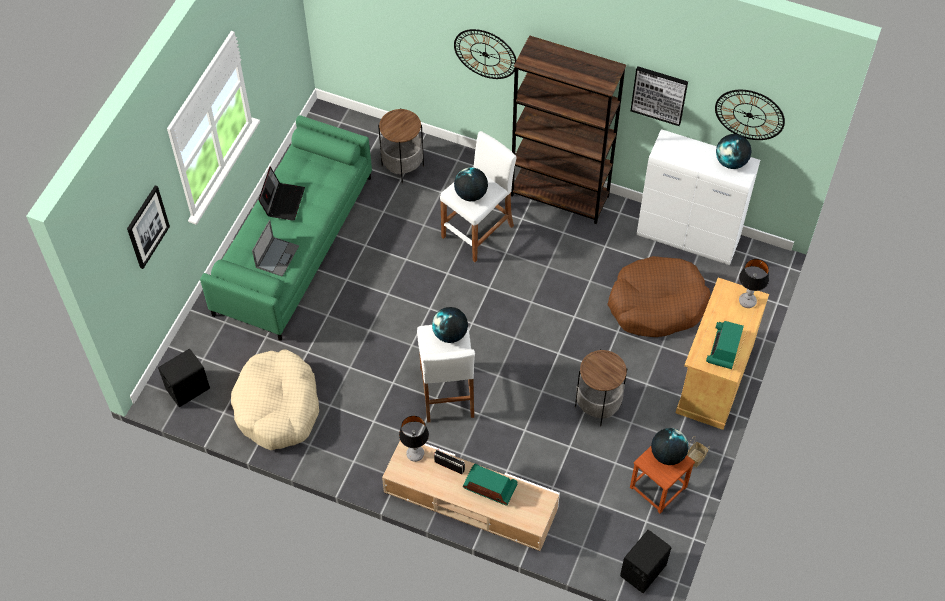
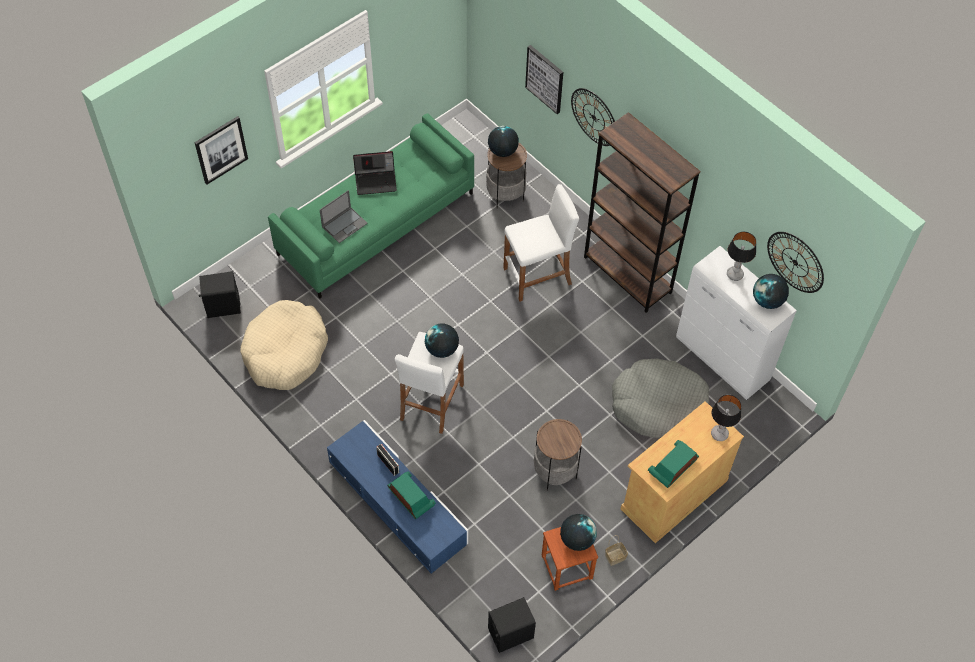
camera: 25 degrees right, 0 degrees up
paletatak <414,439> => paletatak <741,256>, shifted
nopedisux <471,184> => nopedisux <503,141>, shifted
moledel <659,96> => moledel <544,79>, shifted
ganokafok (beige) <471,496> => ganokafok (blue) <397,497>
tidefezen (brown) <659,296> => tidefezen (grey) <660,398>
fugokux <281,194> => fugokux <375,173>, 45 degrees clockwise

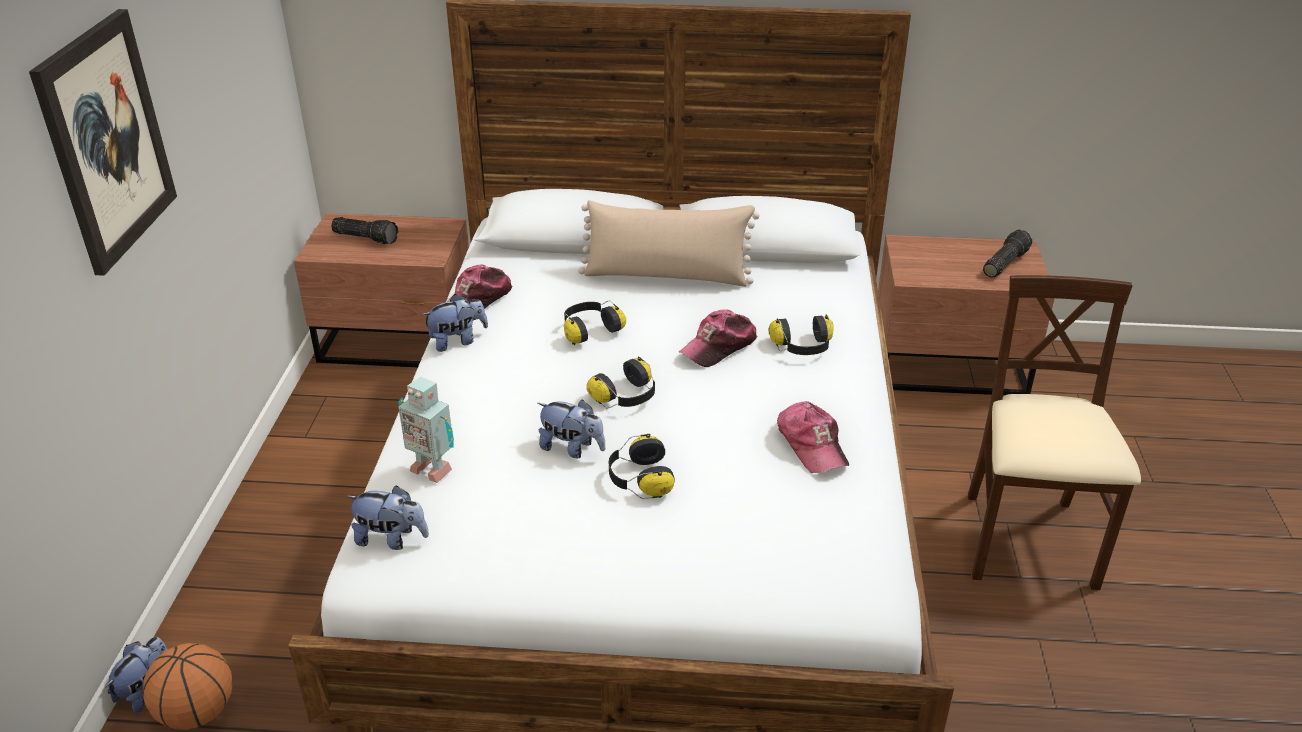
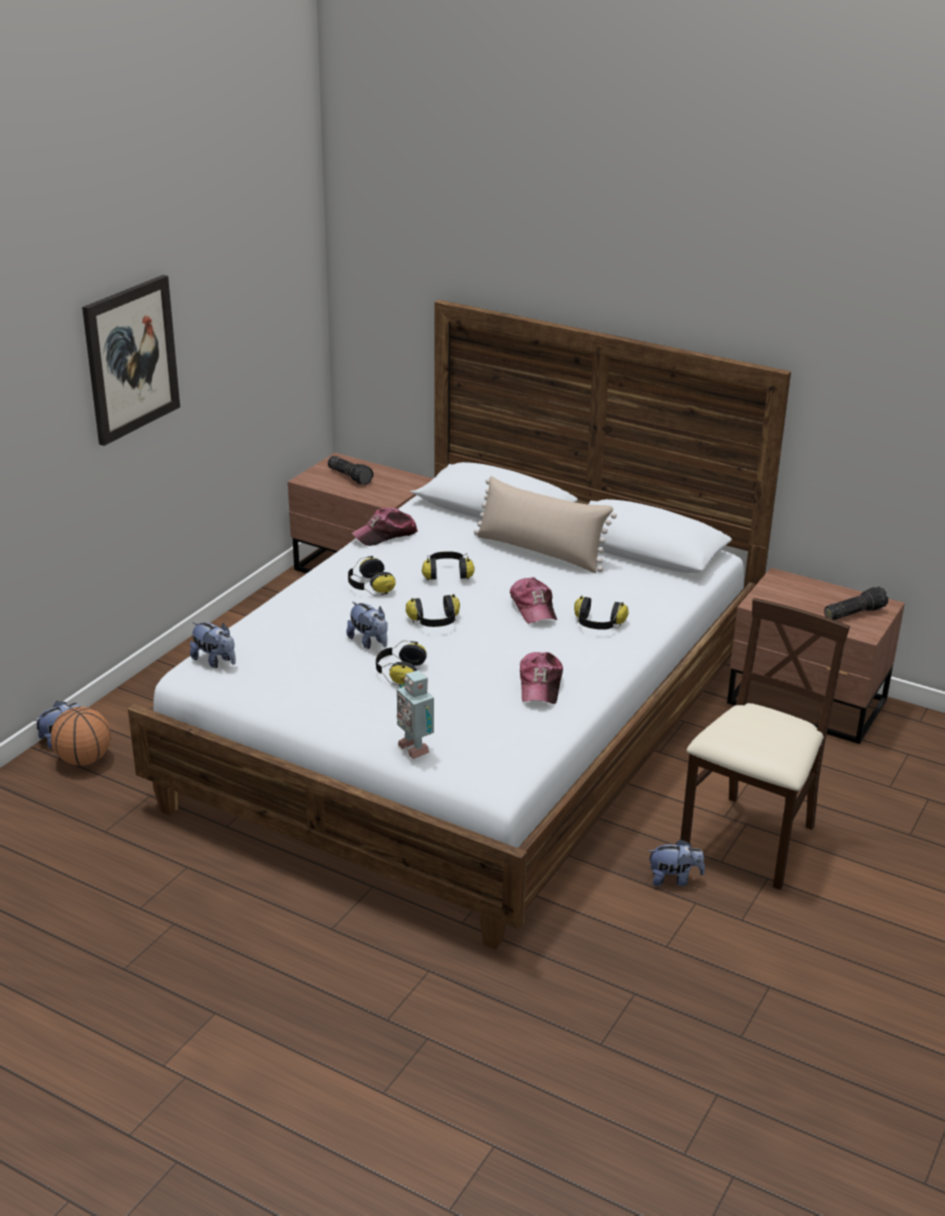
camera: 25 degrees right, 5 degrees down
nothing => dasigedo <372,576>
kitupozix <426,430> => kitupozix <415,714>, shifted
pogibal <455,323> => pogibal <676,862>, shifted
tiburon <718,338> => tiburon <533,600>, 90 degrees counterclockwise

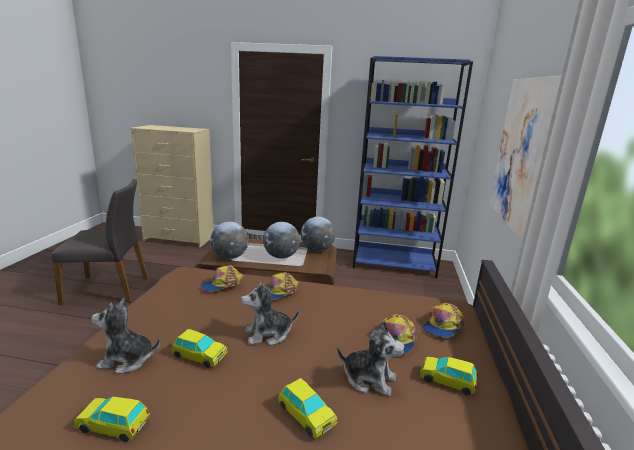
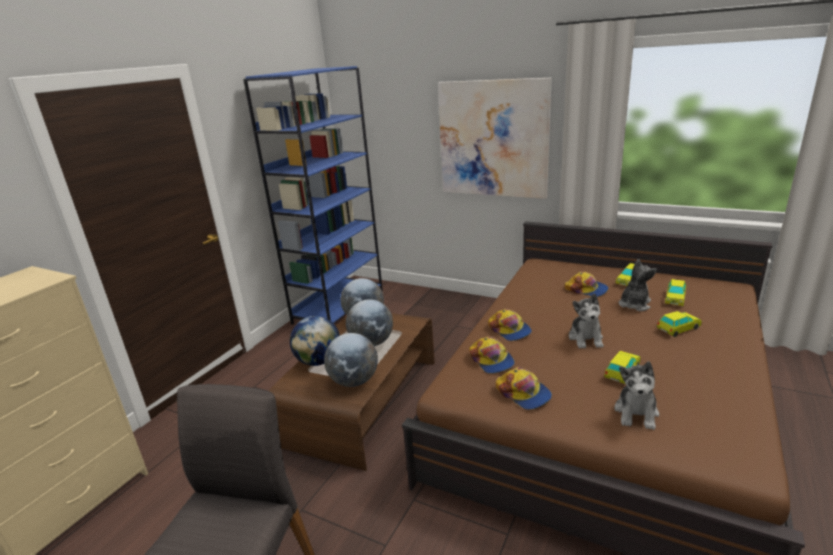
camera: 70 degrees left, 5 degrees up
nothing => nopedisux <315,341>
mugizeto <112,419> => mugizeto <675,292>, shifted
tiburon <443,320> => tiburon <524,388>, shifted

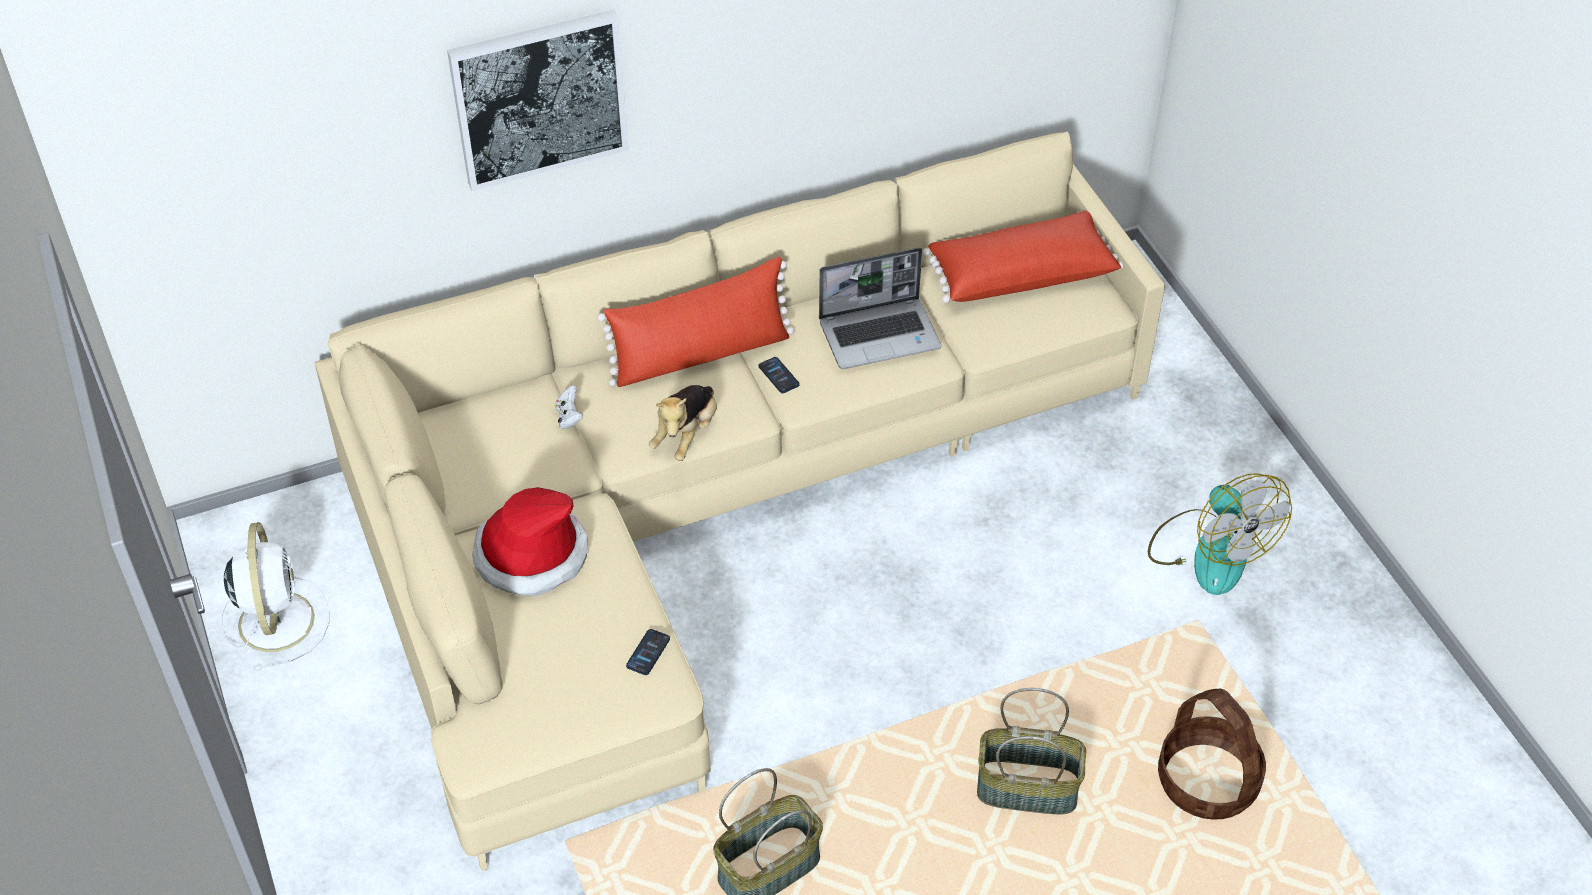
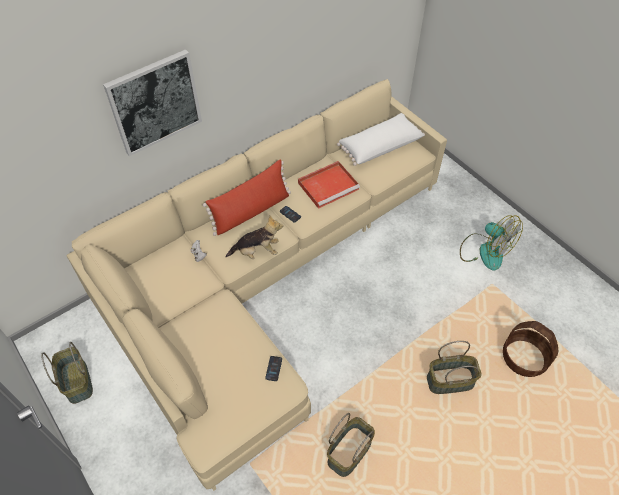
camera: 15 degrees left, 5 degrees up
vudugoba <530,541> => nothing
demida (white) <275,596> => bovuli <67,373>
fugokux <880,308> => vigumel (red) <329,185>
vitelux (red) <1023,257> => vitelux (white) <381,139>
pogibal <683,423> => pogibal <254,237>, 105 degrees counterclockwise

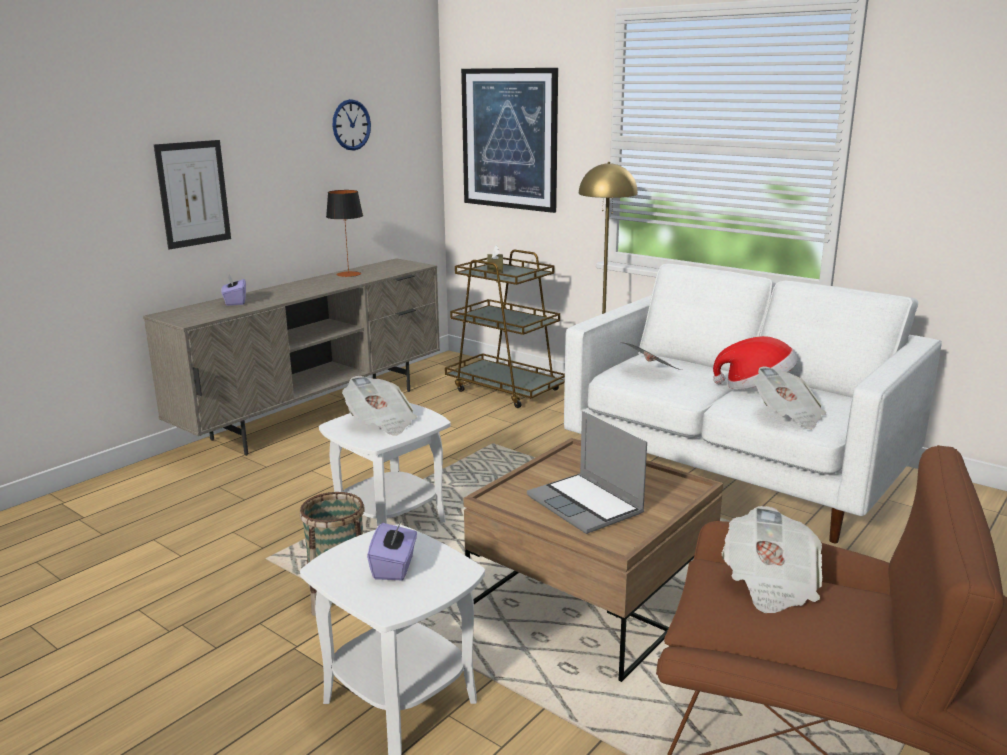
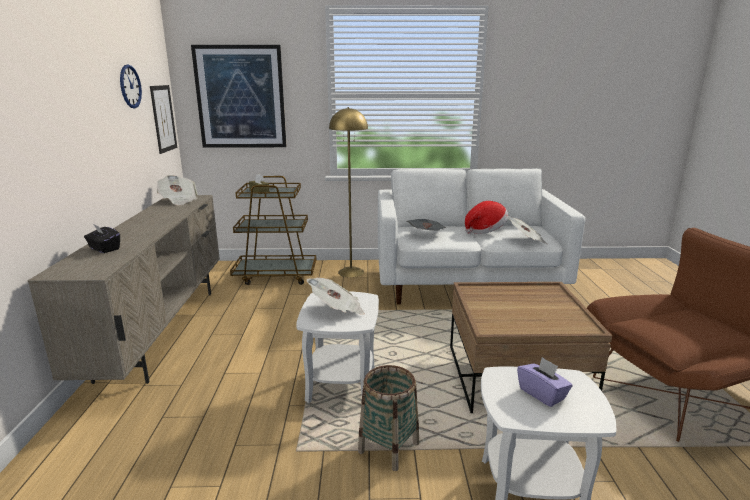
camera: 40 degrees left, 0 degrees up
paletatak <344,233> => nothing
fugokux <587,472> => nothing
moledel <192,195> => moledel <163,119>, shifted
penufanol <772,559> => penufanol <177,190>, shifted
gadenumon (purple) <233,290> => gadenumon (black) <102,238>

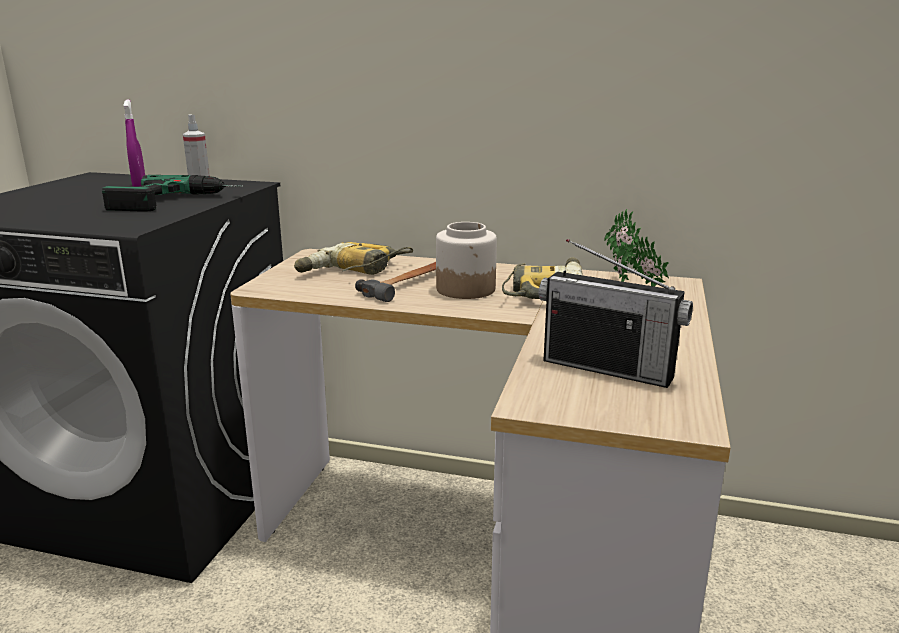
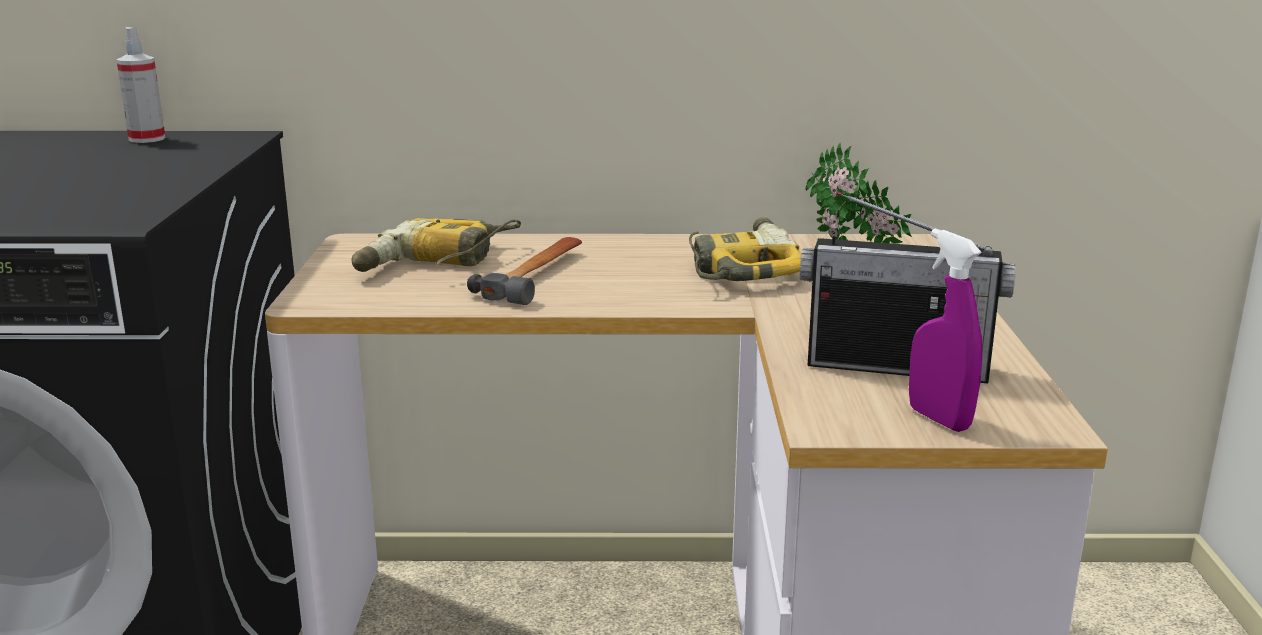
camera: 15 degrees left, 0 degrees up
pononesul <172,193> => nothing
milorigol <466,260> => nothing
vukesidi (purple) <134,142> => vukesidi (purple) <945,330>, shifted

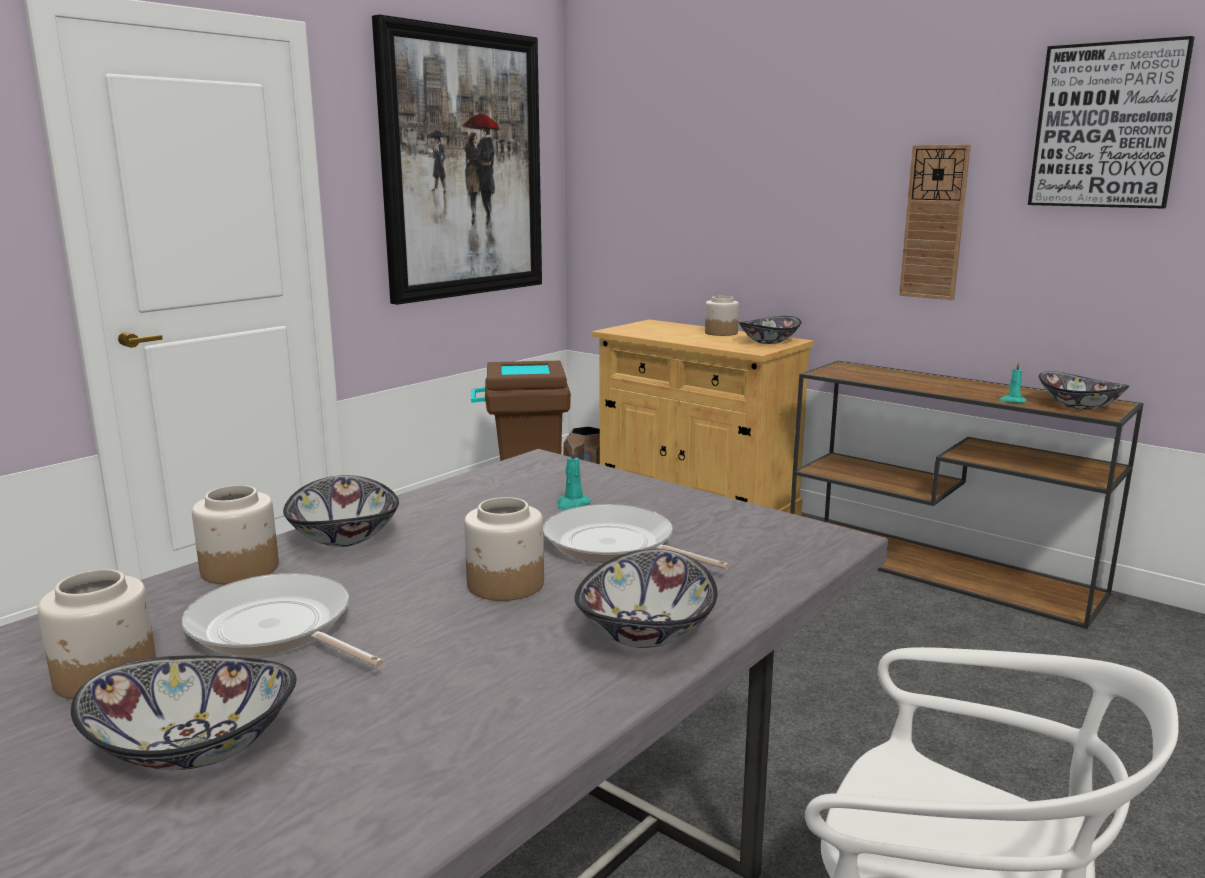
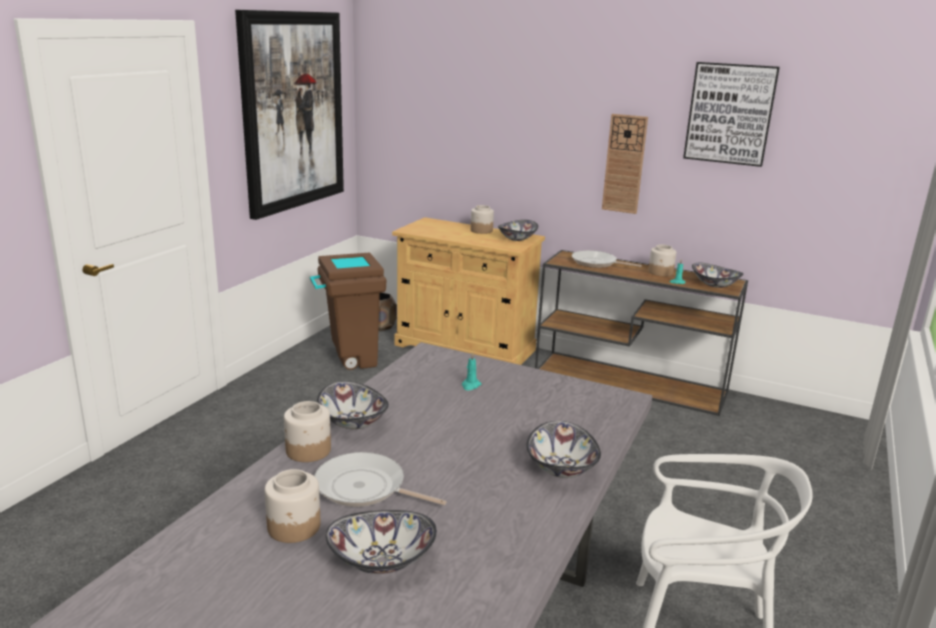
camera: 15 degrees left, 5 degrees up
milorigol <504,549> => milorigol <662,260>, shifted
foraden <636,536> => foraden <606,259>, shifted

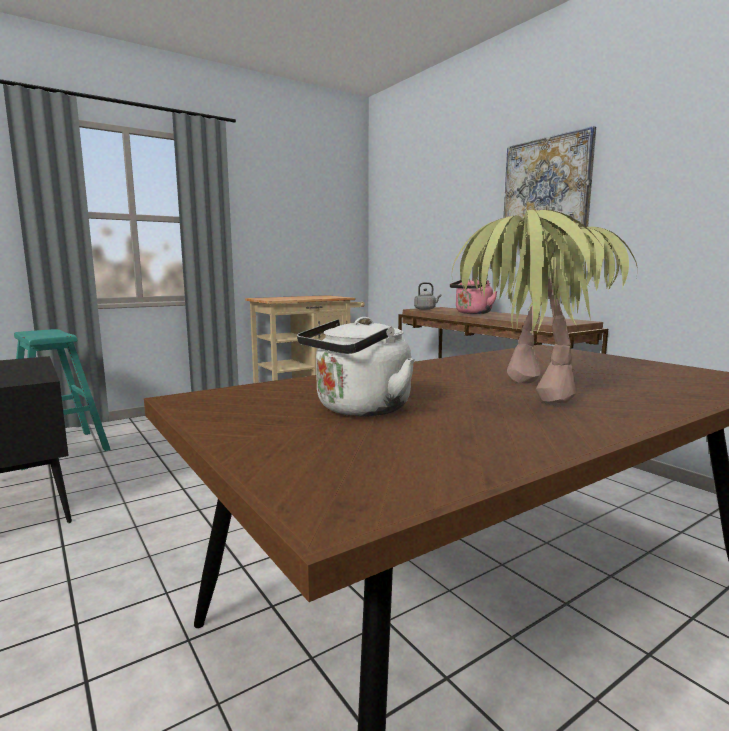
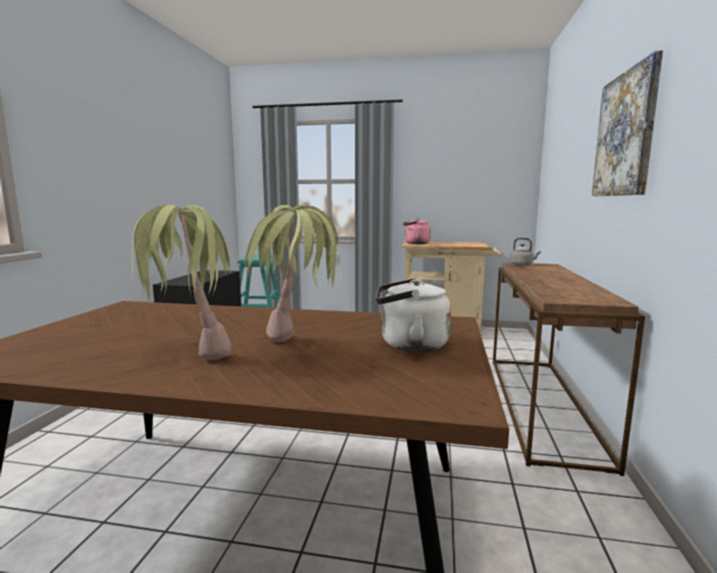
camera: 45 degrees right, 0 degrees up
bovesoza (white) <356,366> => bovesoza (white) <413,315>, shifted
bovesoza (pink) <474,296> => bovesoza (pink) <417,231>, shifted

